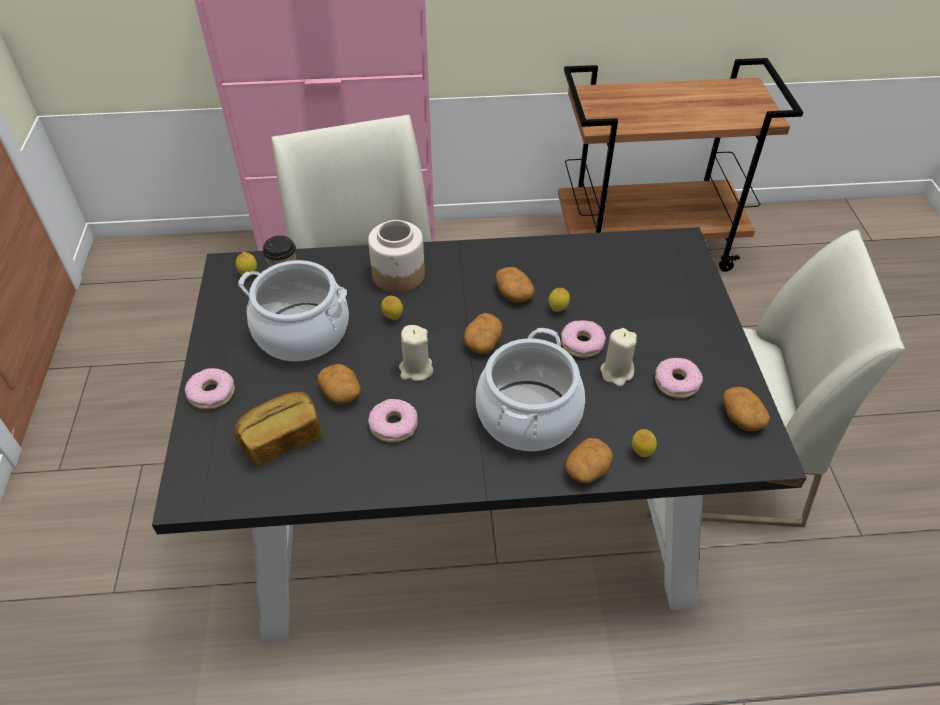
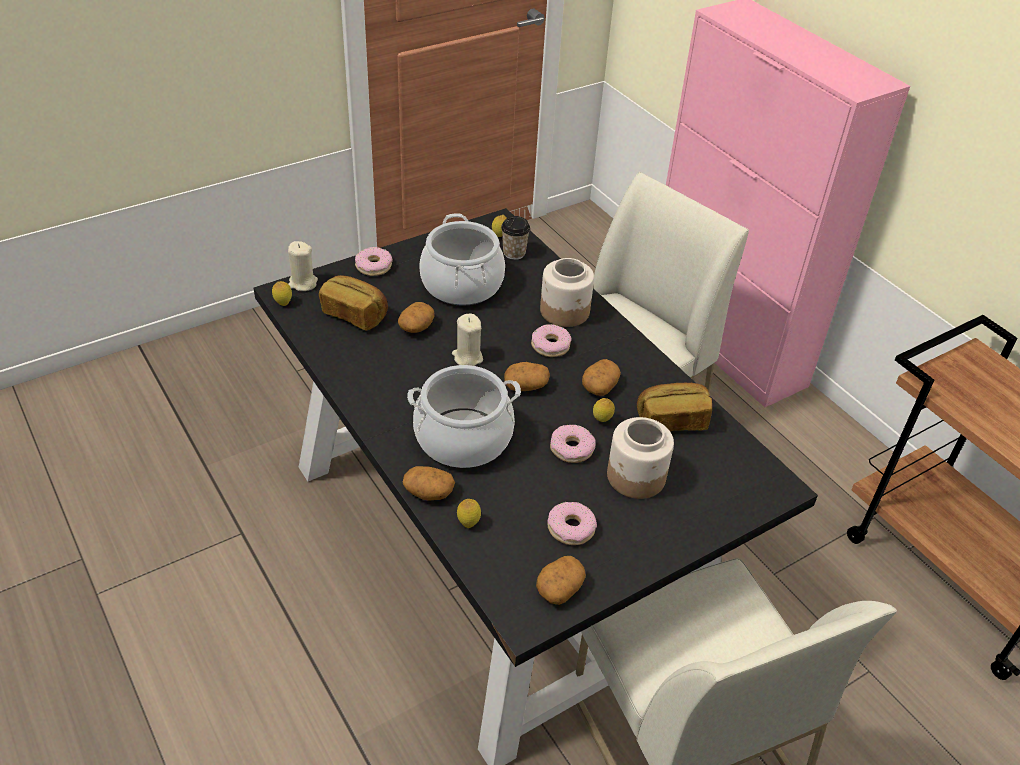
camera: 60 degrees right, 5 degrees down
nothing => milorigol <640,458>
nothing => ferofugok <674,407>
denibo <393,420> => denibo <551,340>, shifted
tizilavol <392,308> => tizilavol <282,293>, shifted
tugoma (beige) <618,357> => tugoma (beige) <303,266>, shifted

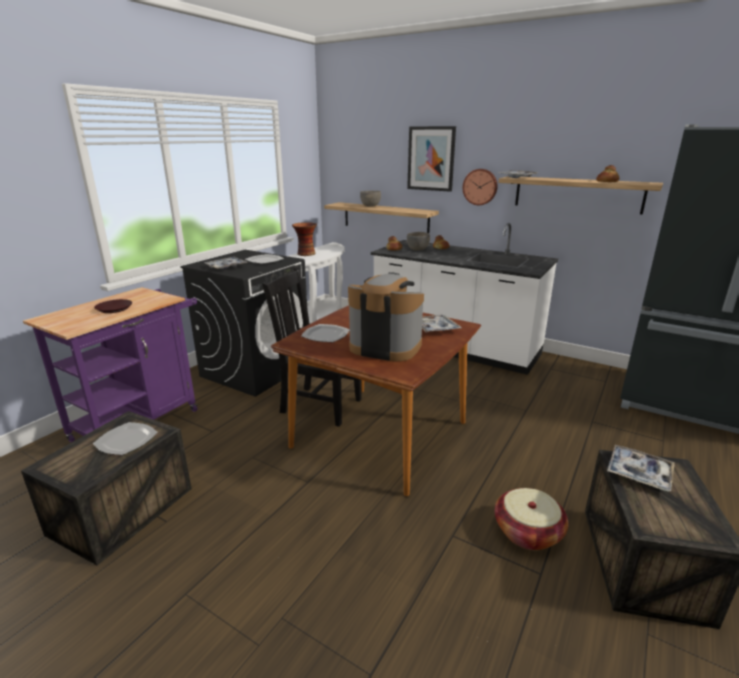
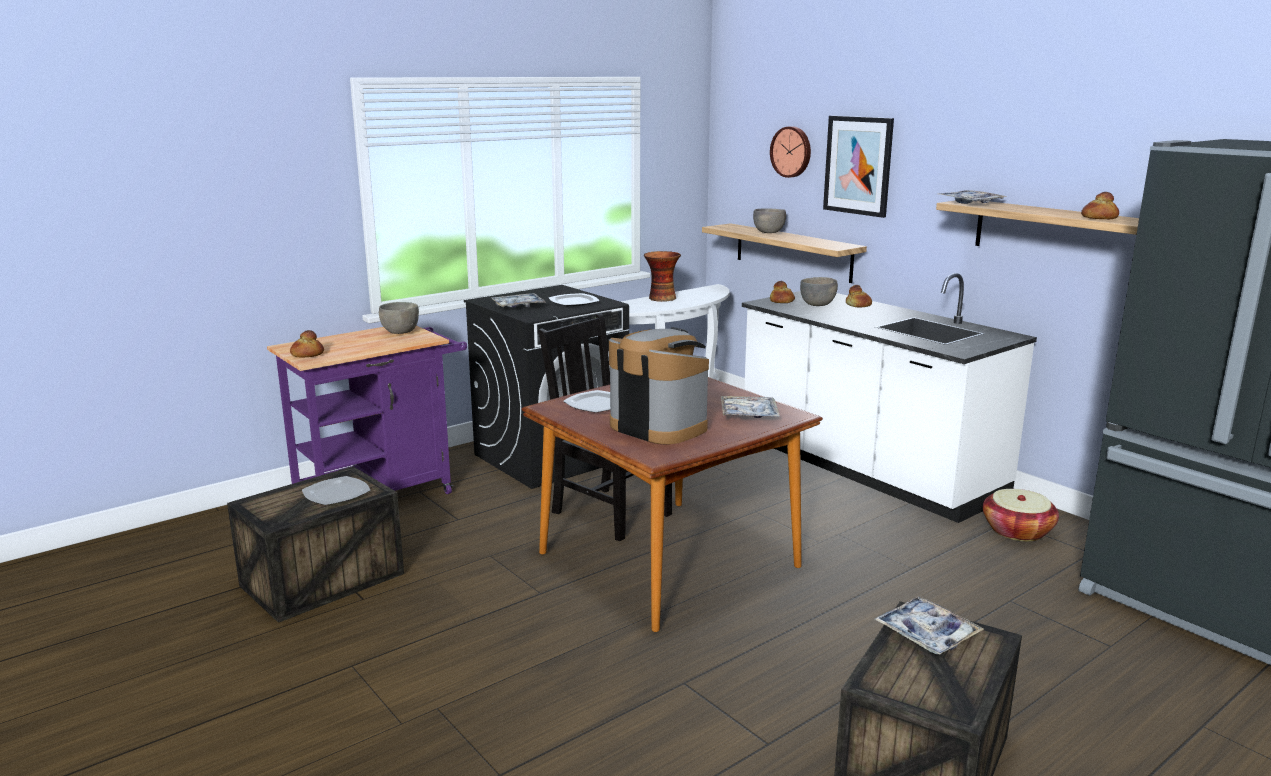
camera: 20 degrees right, 5 degrees down
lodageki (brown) <113,306> => nothing
nothing => ferofugok <307,344>
nothing => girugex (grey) <399,318>
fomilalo <480,187> => fomilalo <790,152>, shifted
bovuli <532,519> => bovuli <1021,515>, shifted

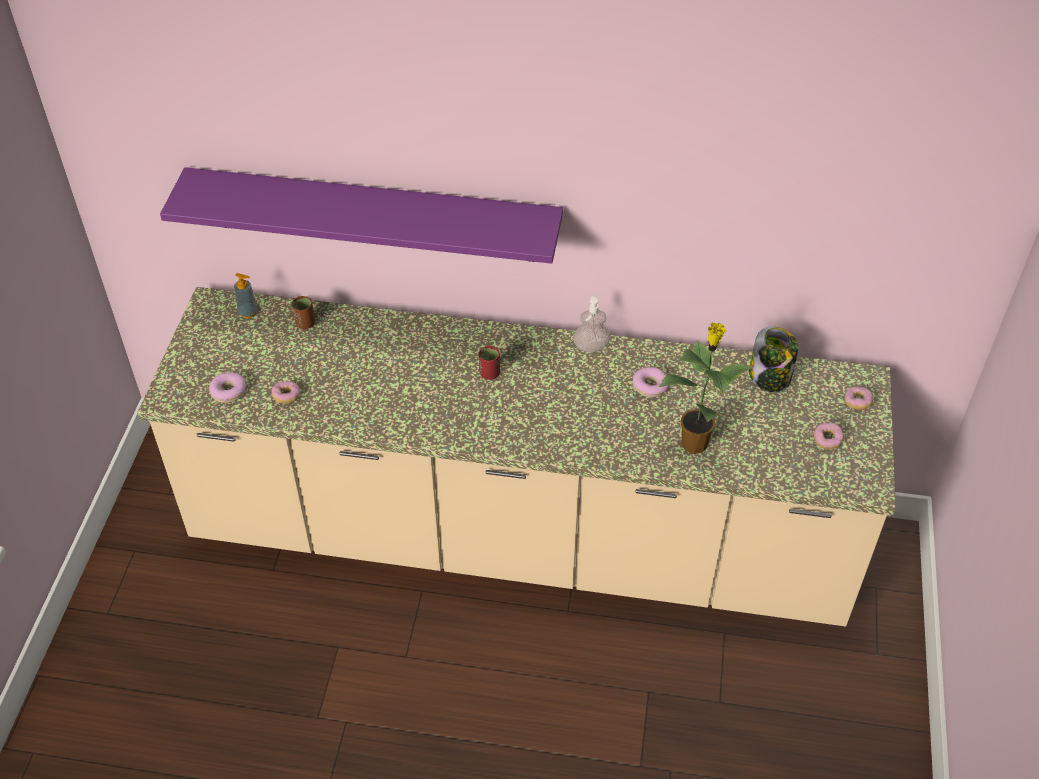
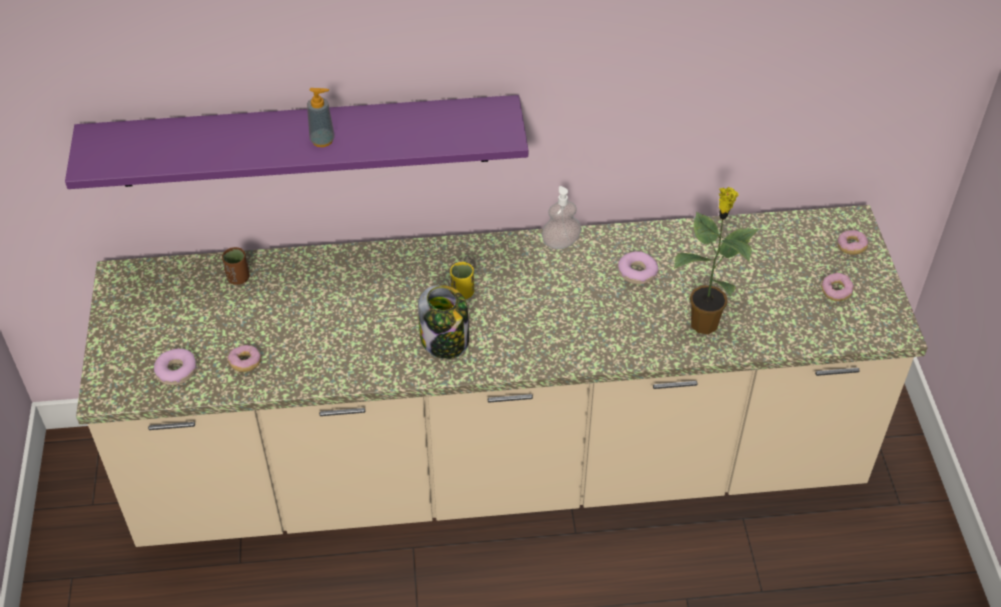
camera: 15 degrees left, 0 degrees up
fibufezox <246,295> => fibufezox <321,117>, shifted
milorigol <773,359> => milorigol <443,322>, shifted
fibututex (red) <489,363> => fibututex (yellow) <462,280>

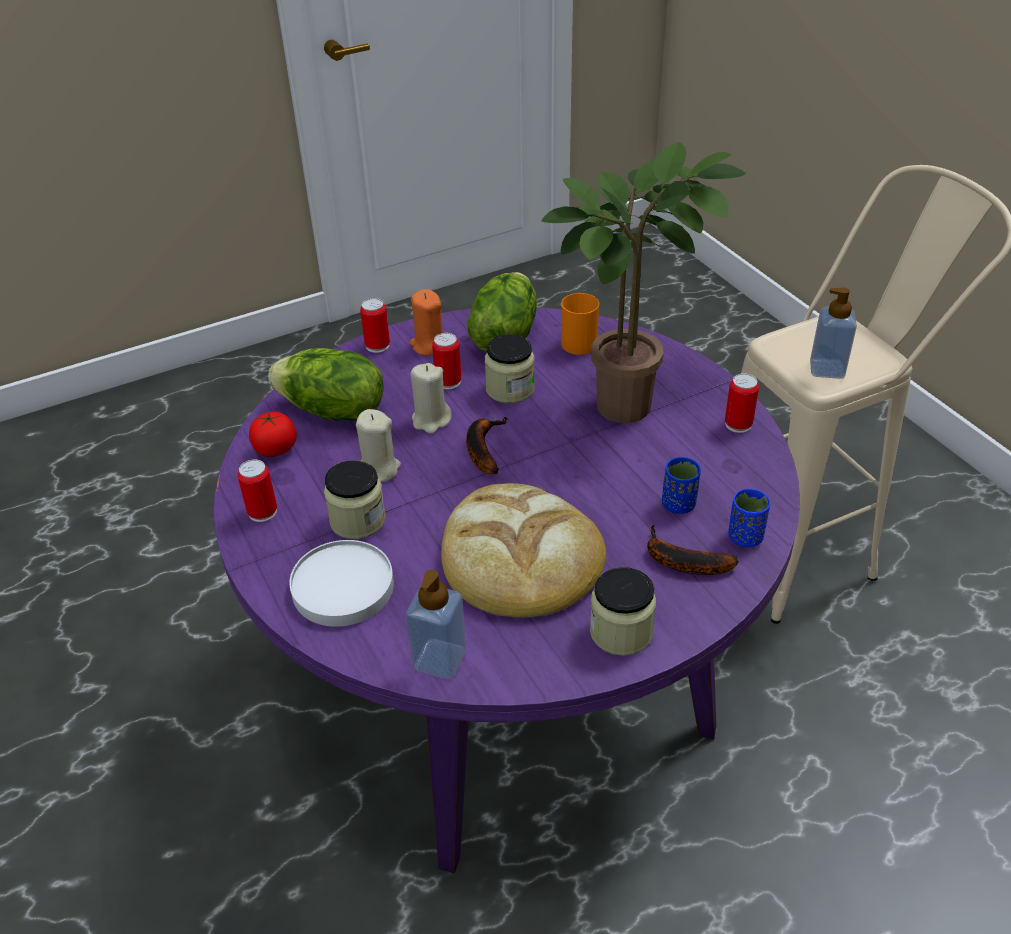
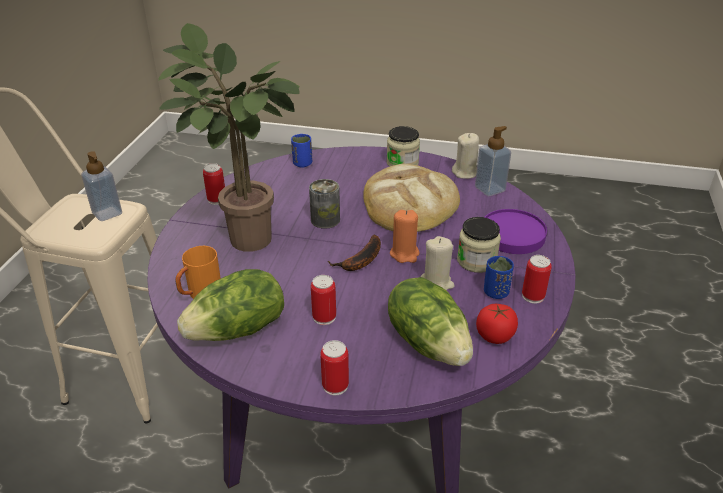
camera: 140 degrees left, 5 degrees down
milorigol <510,369> => nothing
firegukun <692,550> => nothing
nothing => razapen <324,204>
tugoma (orange) <426,322> => tugoma (orange) <405,236>, shifted
tugoma (beige) <431,398> => tugoma (beige) <465,156>, shifted
fibututex (blue) <681,485> => fibututex (blue) <499,277>, shifted
lodageki (white) <341,583> => lodageki (purple) <516,231>

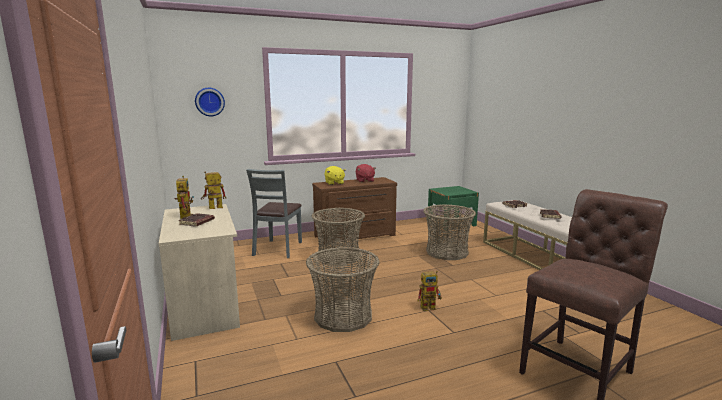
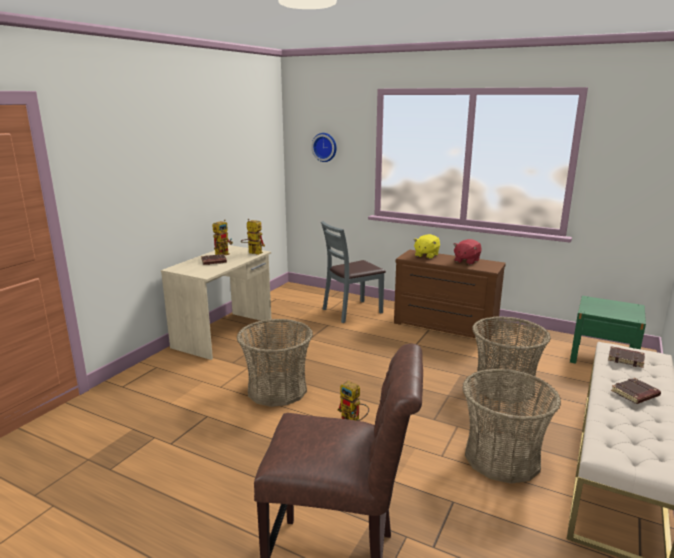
camera: 50 degrees right, 5 degrees up
bovuli <338,236> => bovuli <511,426>, shifted

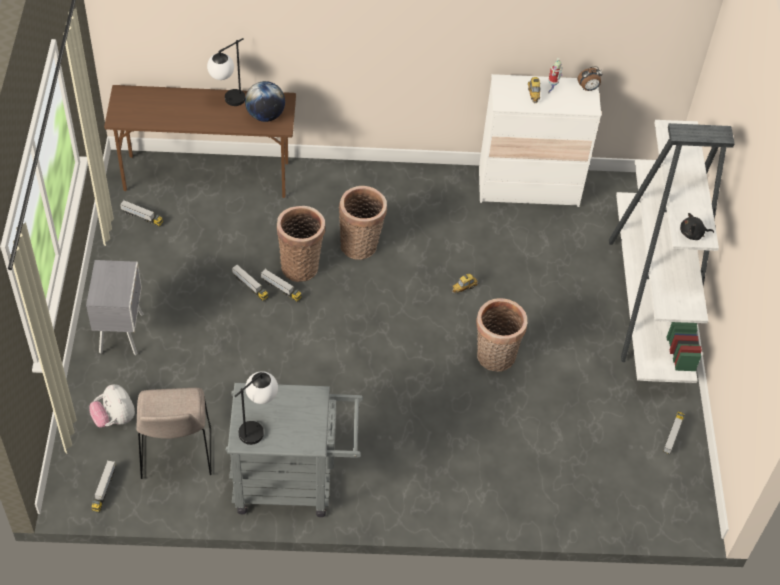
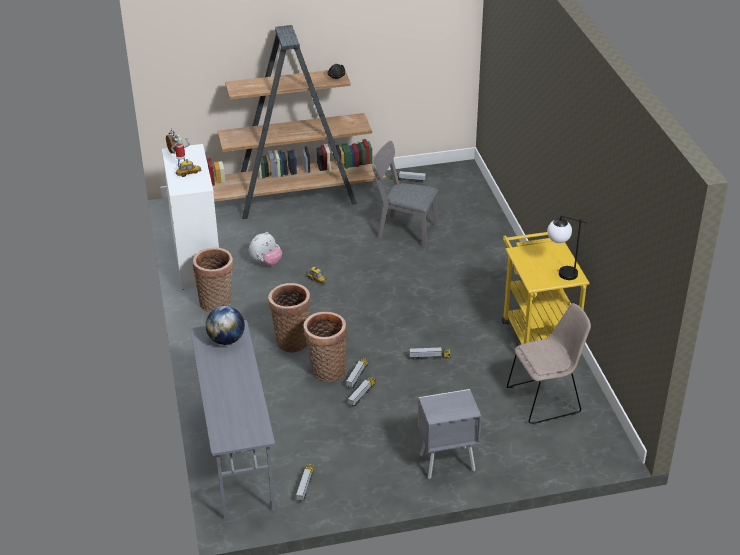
camera: 100 degrees left, 15 degrees down
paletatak <226,72> => nothing
nothing => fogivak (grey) <405,194>
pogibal <112,406> => pogibal <265,248>, shifted
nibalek <103,486> => nibalek <430,354>, shifted
bovuli <501,335> => bovuli <213,279>, shifted
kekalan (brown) <200,141> => kekalan (grey) <232,419>
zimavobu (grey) <294,450> => zimavobu (yellow) <546,288>
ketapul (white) <672,251> => ketapul (brown) <296,122>

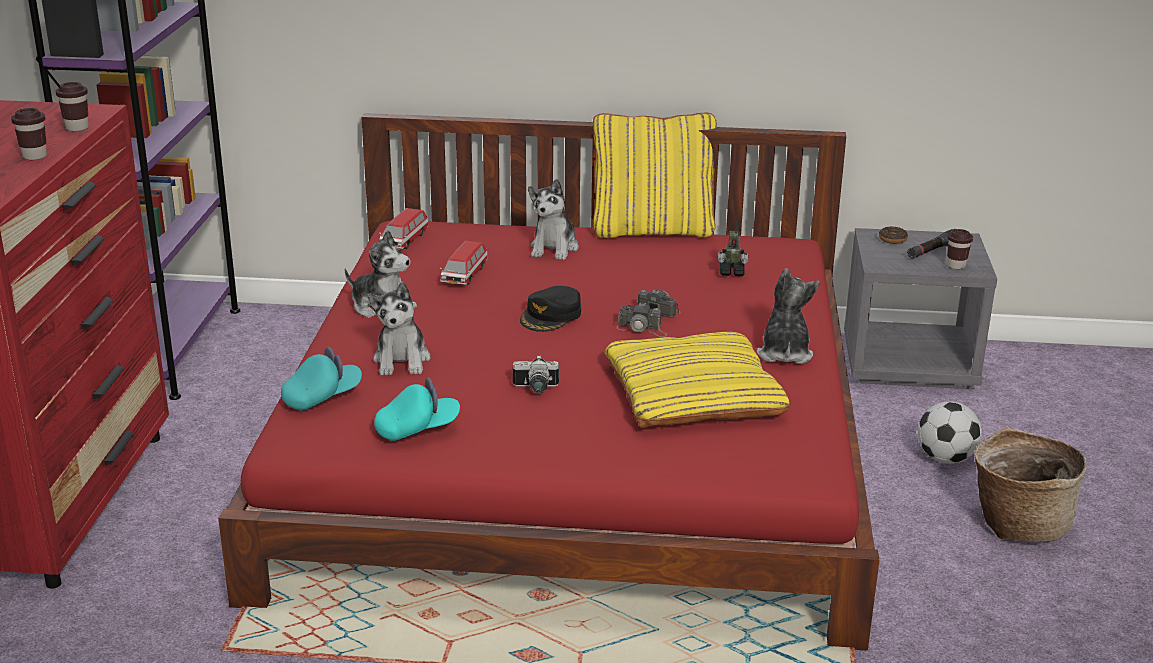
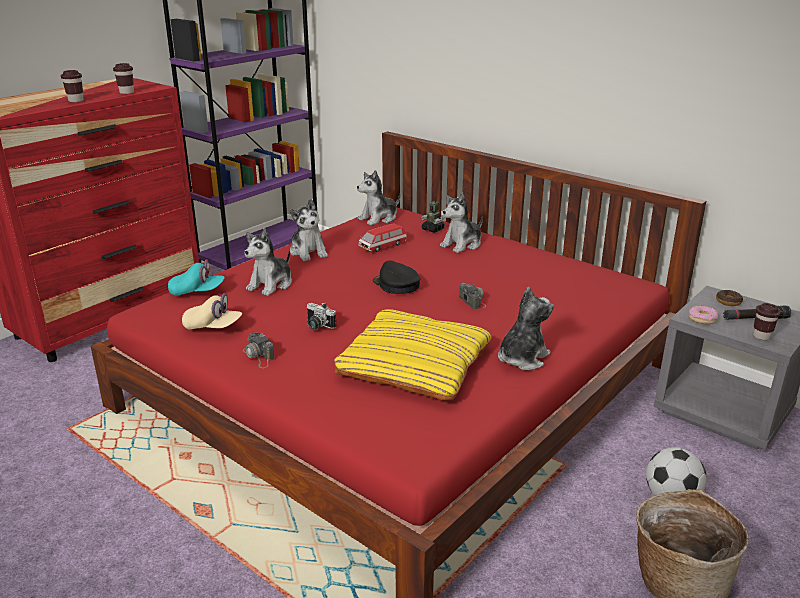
camera: 35 degrees right, 0 degrees up
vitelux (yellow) <655,175> => nothing
nothing => denibo <703,315>
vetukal <642,319> => vetukal <259,350>, shifted
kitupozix <733,249> => kitupozix <433,214>, shifted
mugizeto <403,228> => pogibal <379,197>
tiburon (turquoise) <417,409> => tiburon (beige) <212,311>
tiburon (black) <550,309> => tiburon (black) <397,277>, 75 degrees clockwise

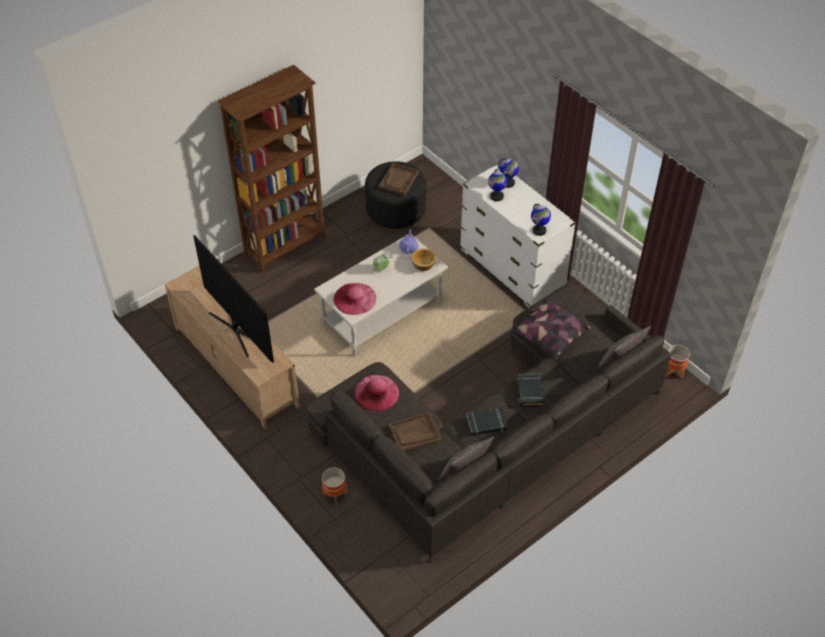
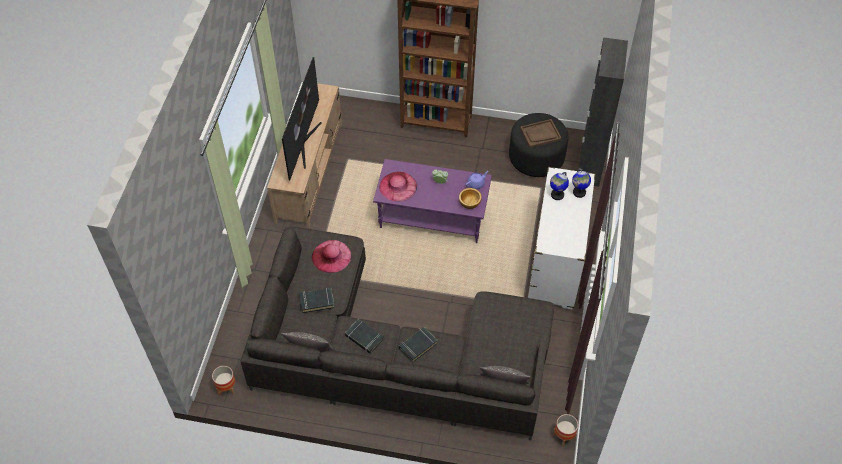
camera: 50 degrees right, 5 degrees up
vitelux <551,330> => nothing
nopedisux <541,219> => nothing
nothing => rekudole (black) <603,112>
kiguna <334,486> => kiguna <224,381>, shifted
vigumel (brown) <415,432> => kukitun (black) <317,300>
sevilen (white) <381,295> => sevilen (purple) <432,201>

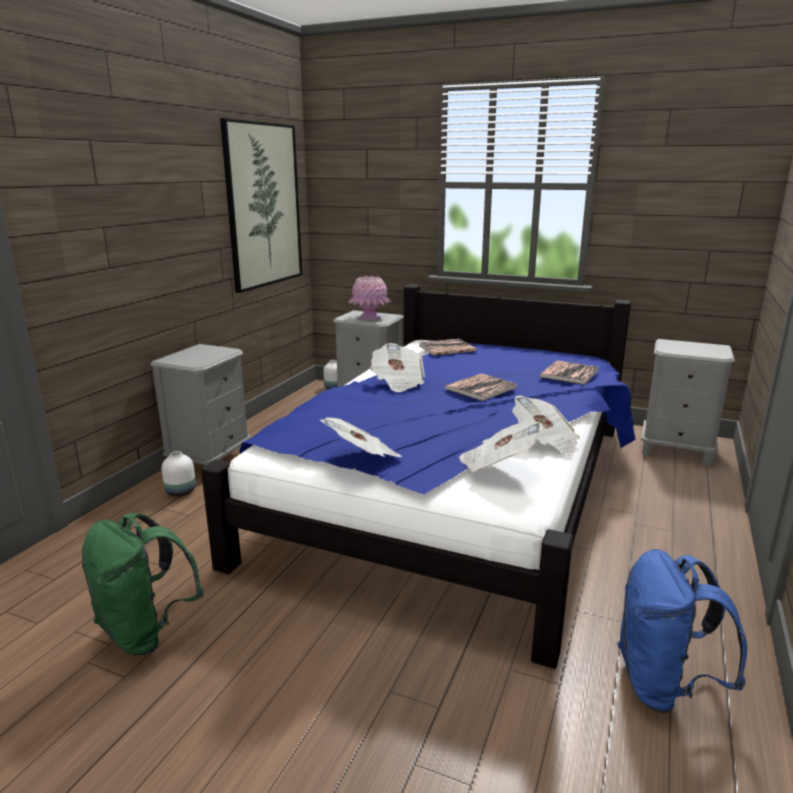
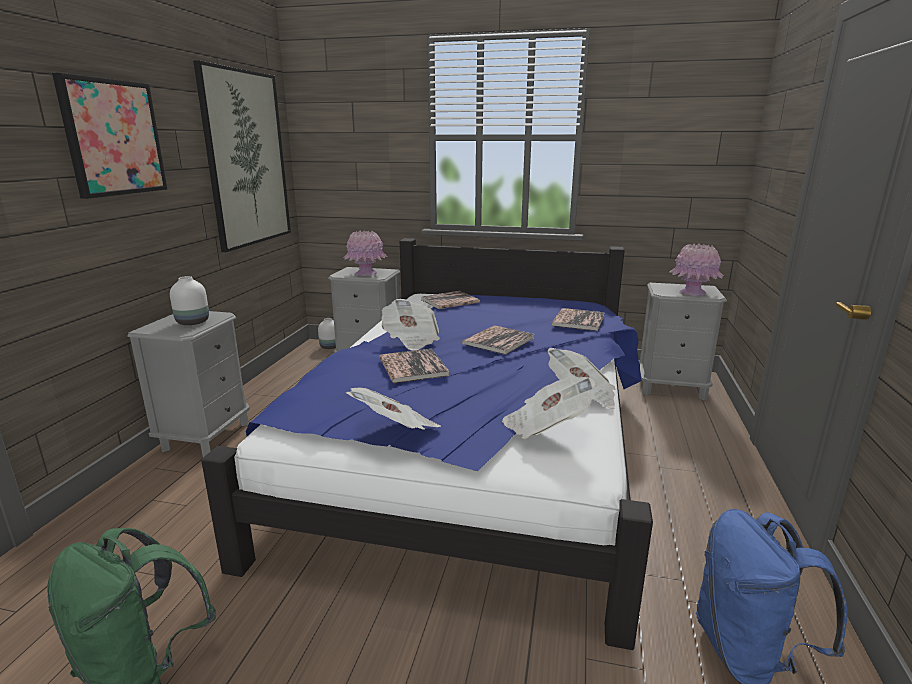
camera: 10 degrees left, 0 degrees up
nothing => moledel <109,136>
nothing => kukitun <414,366>
nothing => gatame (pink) <696,269>
gatame (white) <179,474> => gatame (white) <189,300>, shifted

